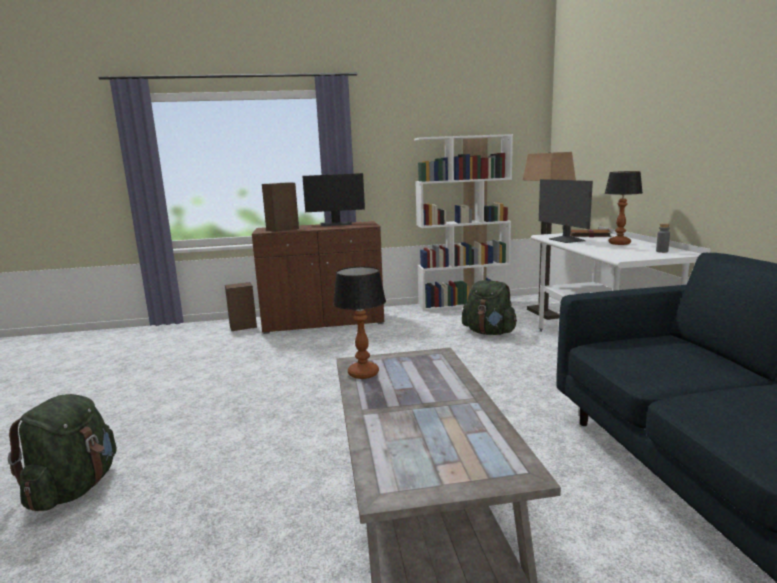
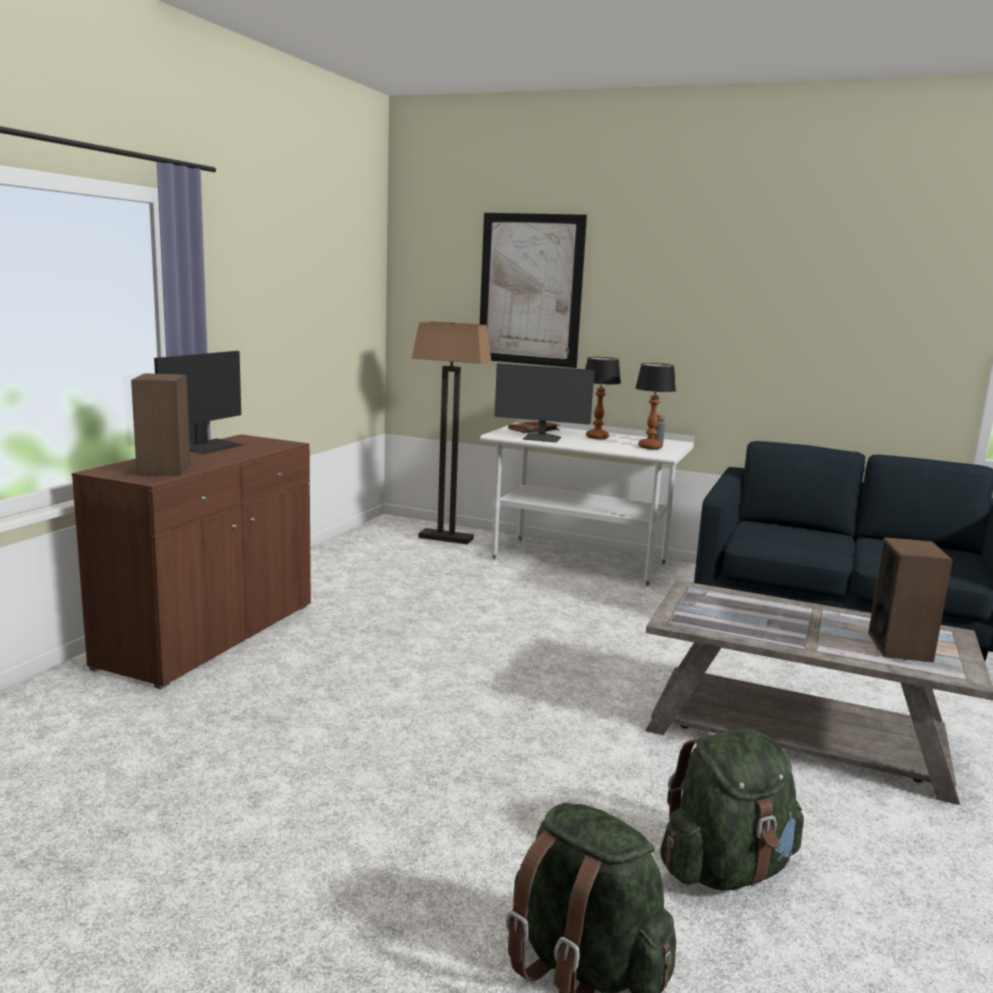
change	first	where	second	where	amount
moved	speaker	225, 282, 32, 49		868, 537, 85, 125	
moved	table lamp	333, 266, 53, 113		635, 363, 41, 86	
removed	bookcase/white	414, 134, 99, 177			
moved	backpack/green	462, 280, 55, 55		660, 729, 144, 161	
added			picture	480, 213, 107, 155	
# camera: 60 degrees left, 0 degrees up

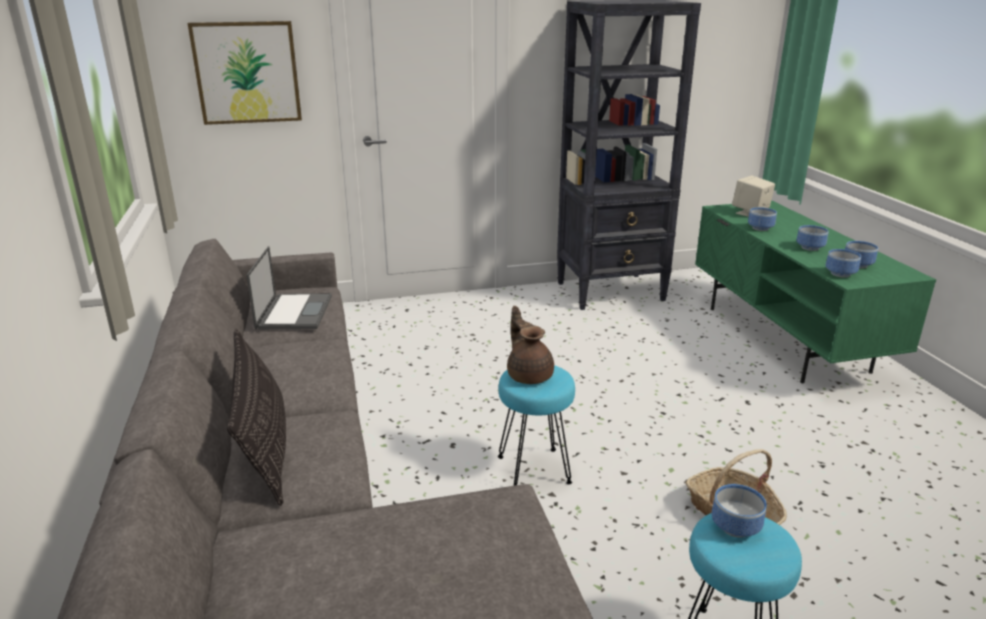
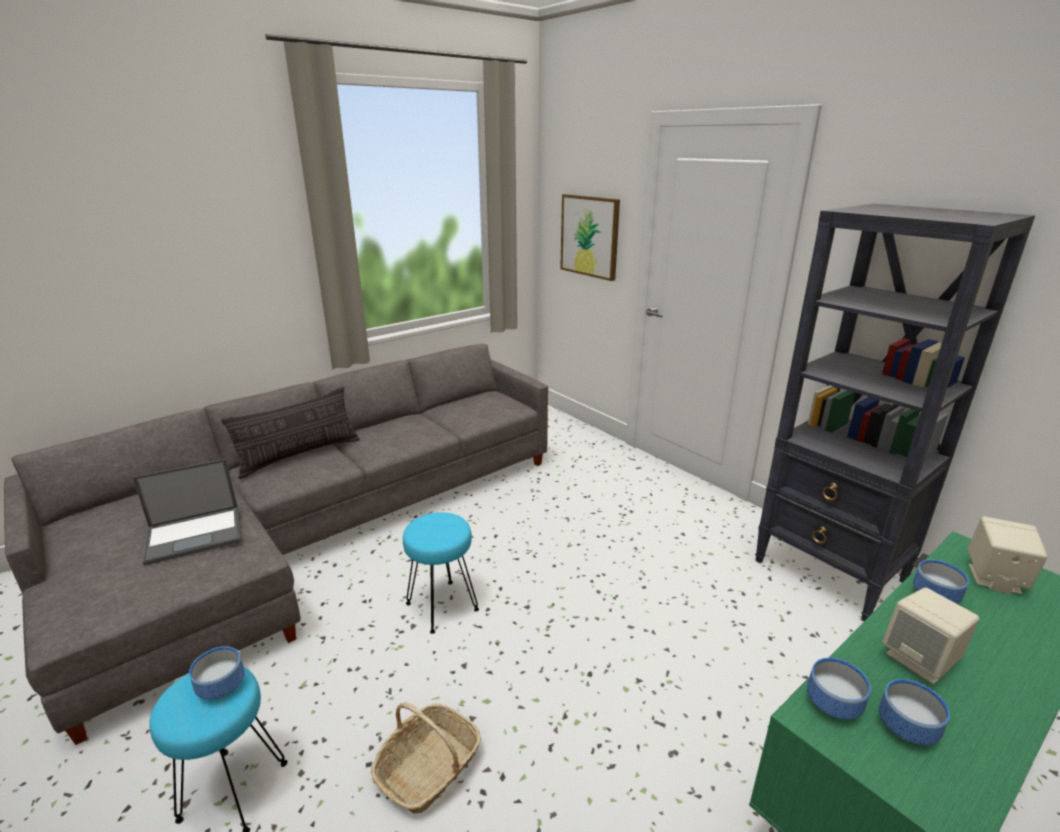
change	first	where	second	where	amount
moved	laptop	247, 246, 85, 83		132, 459, 109, 107	
removed	teapot/brown	507, 306, 47, 78			
replaced	bowl	797, 225, 32, 26	speaker/beige	882, 588, 98, 97	
# camera: 65 degrees right, 0 degrees up

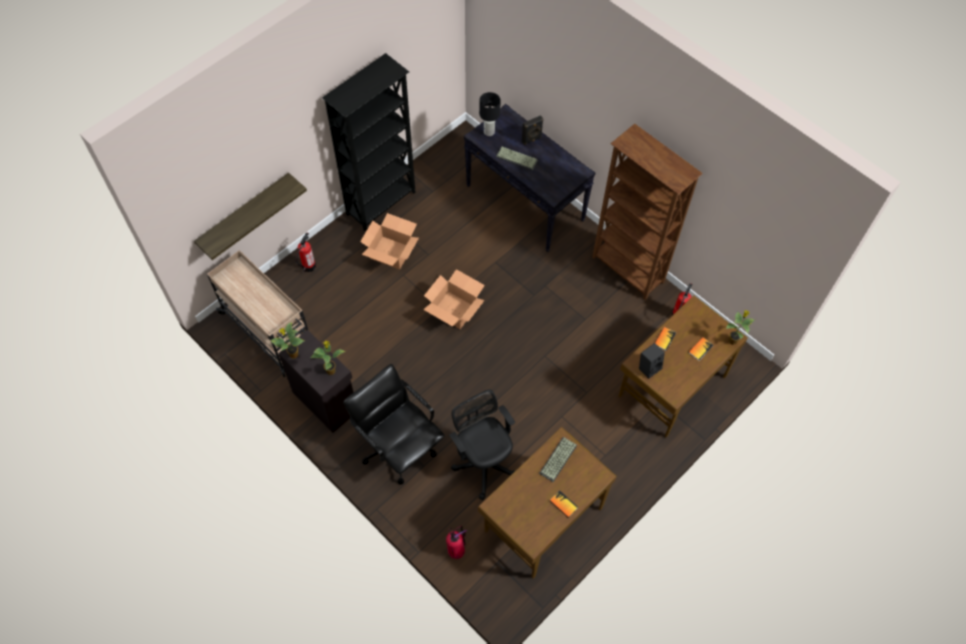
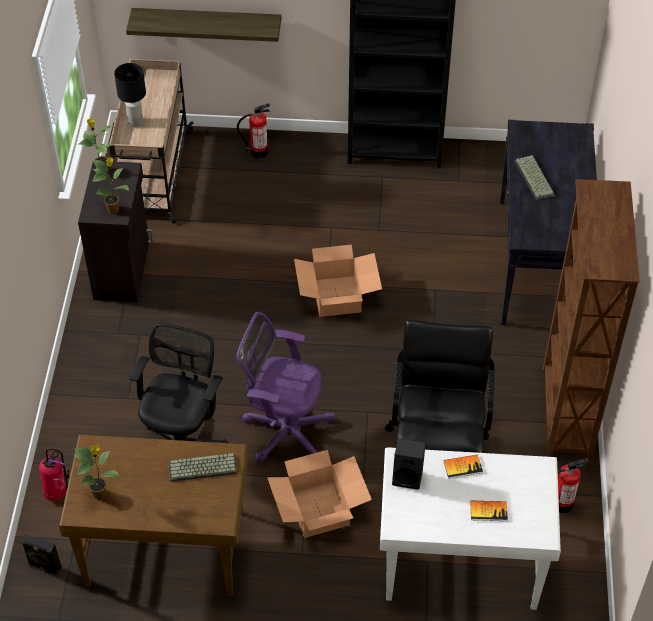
change	first	where	second	where	amount
moved	office chair/black	344, 364, 100, 121		385, 320, 110, 133	
moved	cardboard box	360, 213, 59, 57		267, 450, 105, 88	
moved	table lamp/black	479, 92, 22, 44		114, 63, 32, 64	
moved	speaker/black	522, 115, 22, 30		21, 534, 40, 40	
removed	book	550, 490, 28, 28			
recoloured	desk/brown	618, 296, 130, 141	desk/white	380, 447, 181, 163	
moved	potted plant	726, 310, 29, 35		74, 444, 46, 56	
added			office chair/purple	237, 312, 98, 150	
# camera: 50 degrees right, 10 degrees down

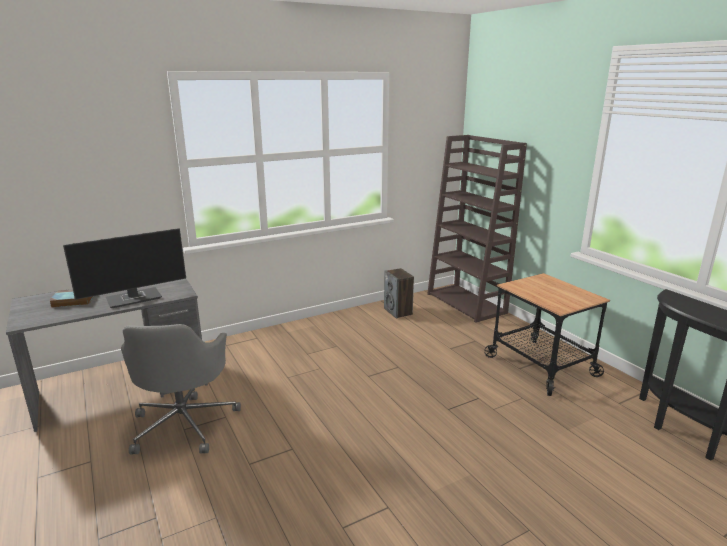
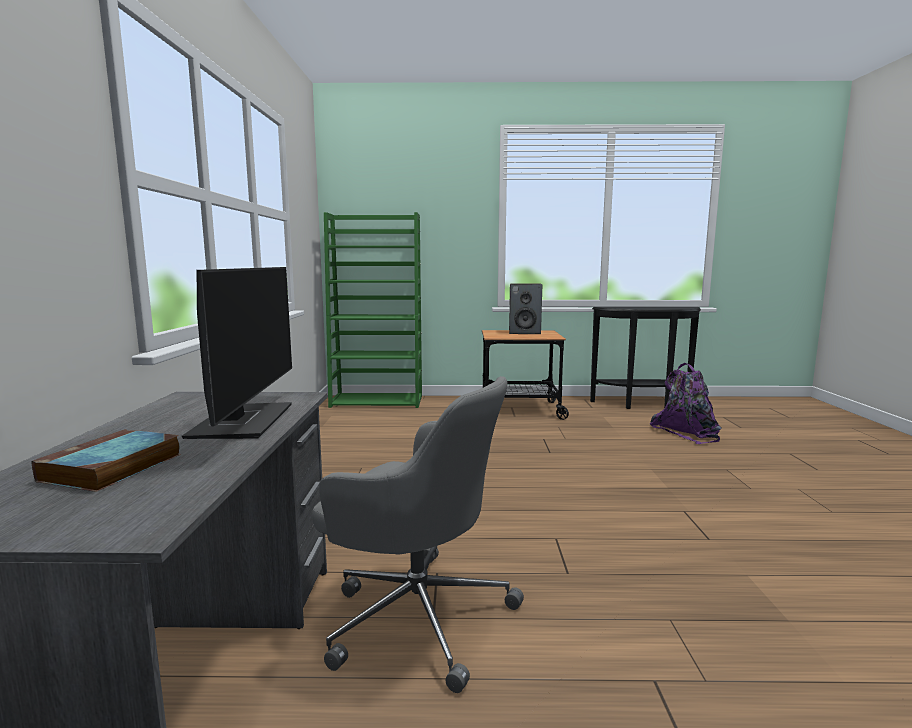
change	first	where	second	where	amount
moved	speaker	384, 268, 30, 50		509, 283, 33, 51	
recoloured	bookcase/brown	427, 135, 100, 188	bookcase/green	324, 212, 98, 196	
added			backpack/purple	650, 363, 72, 81	
# camera: 60 degrees left, 10 degrees down

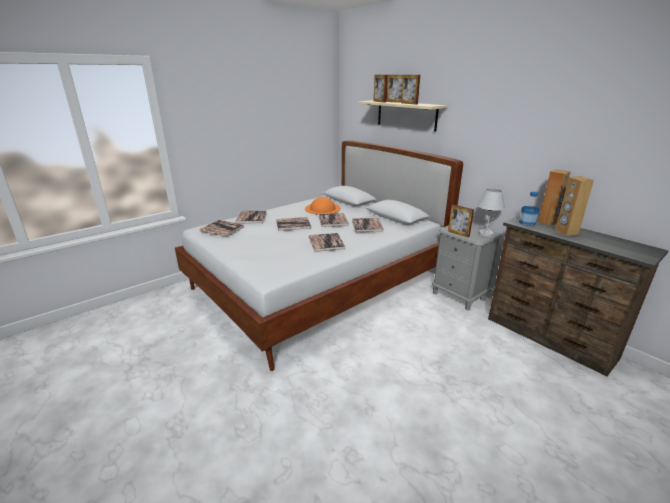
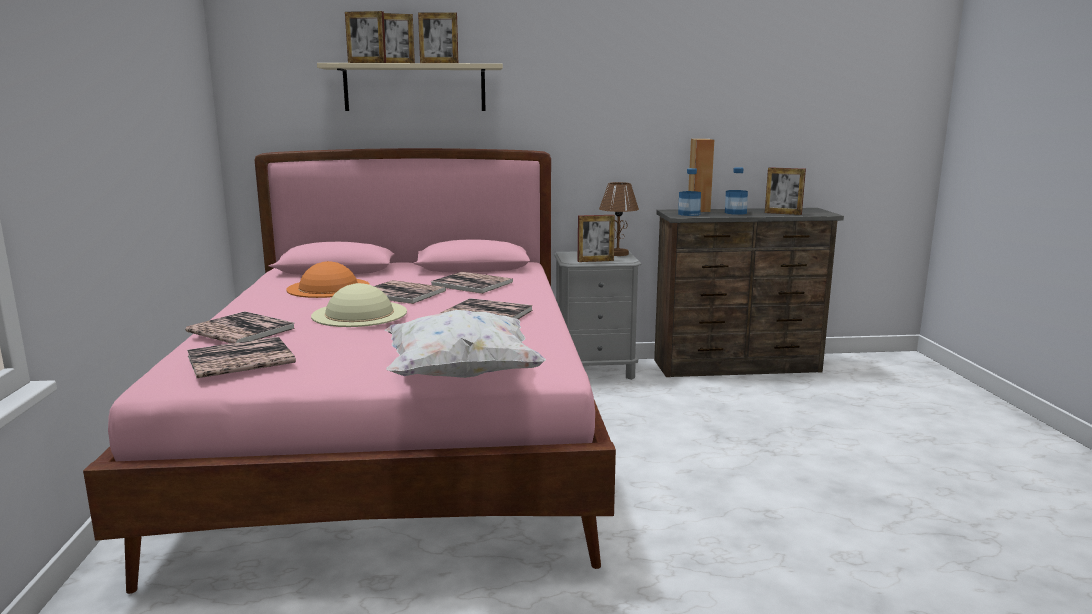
change	first	where	second	where	amount
recoloured	bed/white	175, 140, 288, 231	bed/pink	83, 148, 533, 446	
replaced	book	276, 217, 35, 14	hat/beige	311, 283, 96, 44	
recoloured	table lamp/white	477, 188, 28, 49	table lamp/brown	599, 182, 40, 74	
replaced	speaker/brown	555, 176, 39, 60	bottle	725, 167, 23, 48	
added			pillow/white	384, 310, 162, 68	
added			picture frame	765, 167, 41, 48	
# camera: 55 degrees left, 10 degrees down

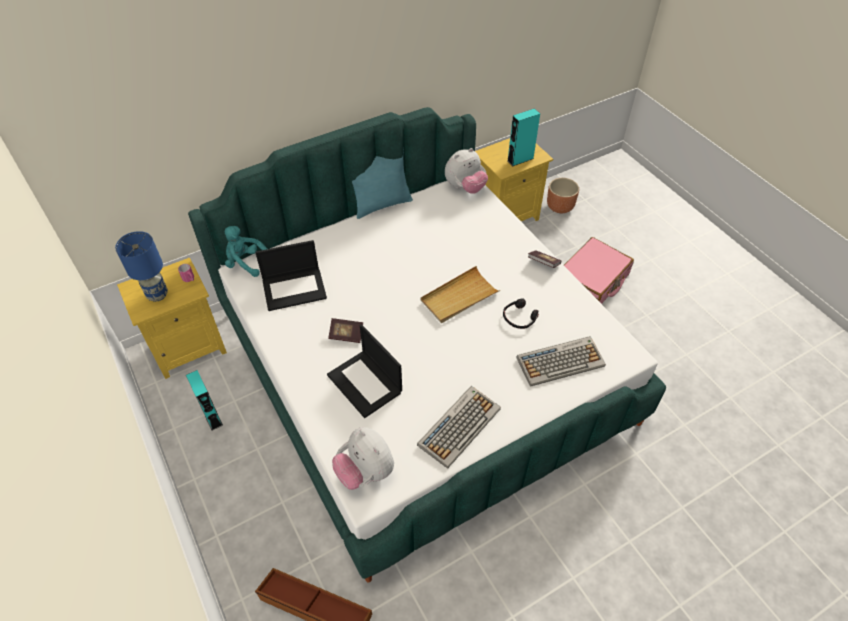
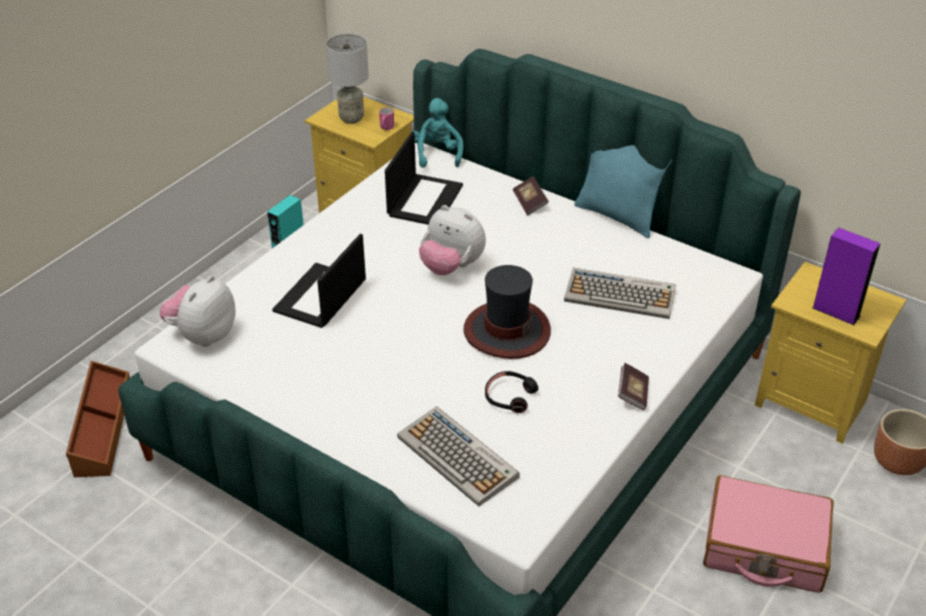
change	first	where	second	where	amount
recoloured	table lamp/blue	115, 231, 53, 71	table lamp/grey	326, 33, 43, 91	
turned	laptop	255, 240, 72, 71		385, 132, 78, 93	120 degrees counterclockwise
moved	book	328, 318, 35, 25		513, 176, 36, 39	
moved	keyboard	417, 386, 84, 83		564, 268, 112, 51	
replaced	tray/beige	420, 266, 80, 57	hat	463, 265, 88, 94	
moved	plush toy	445, 148, 43, 46		419, 205, 67, 70	
recoloured	speaker/turquoise	508, 108, 32, 59	speaker/purple	812, 227, 69, 98	
# camera: 65 degrees right, 10 degrees down

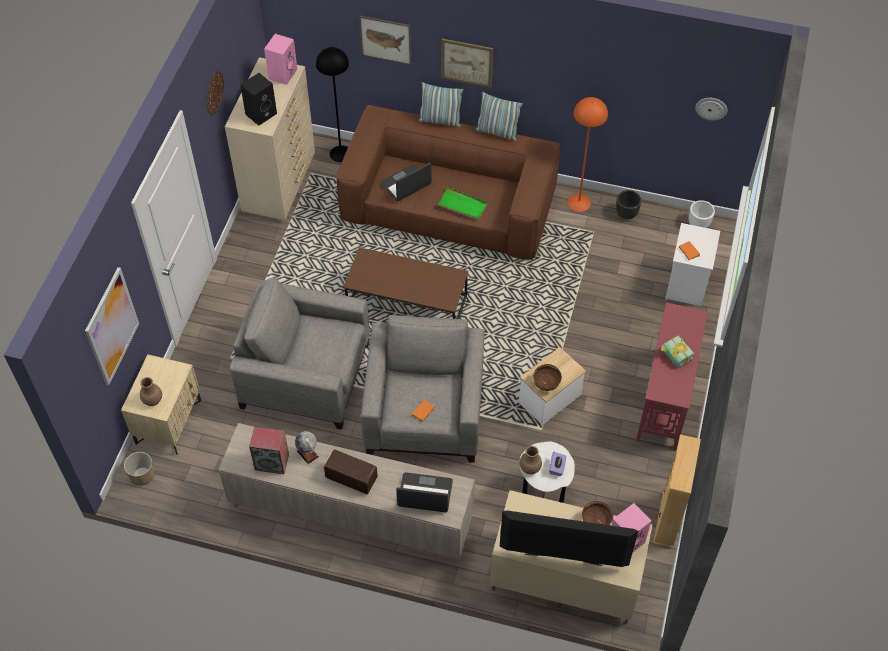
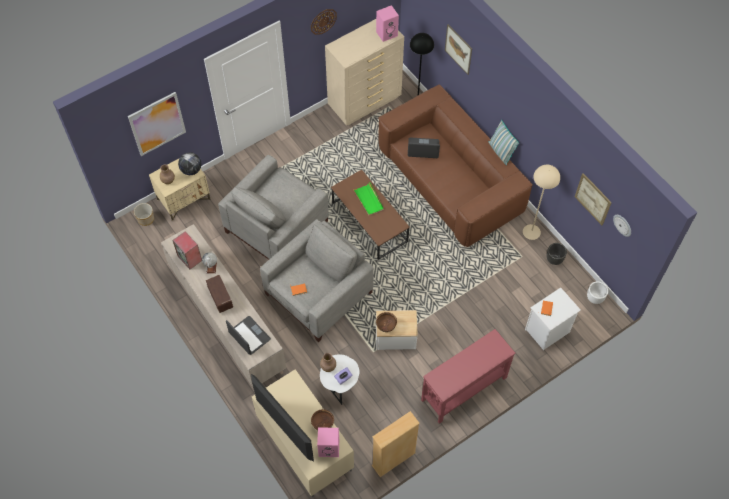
change	first	where	second	where	amount
turned	armchair/grey	230, 278, 140, 152		218, 155, 111, 105	105 degrees counterclockwise
removed	speaker/black	240, 73, 37, 53			
removed	pillow	418, 82, 46, 45			
moved	tray/green	436, 187, 51, 33		353, 183, 31, 33	
moved	picture	441, 39, 52, 49		575, 173, 37, 52	
recoloured	floor lamp/orange	568, 97, 40, 115	floor lamp/beige	523, 165, 37, 75	
removed	book	661, 336, 33, 32			
added			globe	178, 152, 24, 23	
# camera: 40 degrees right, 5 degrees up

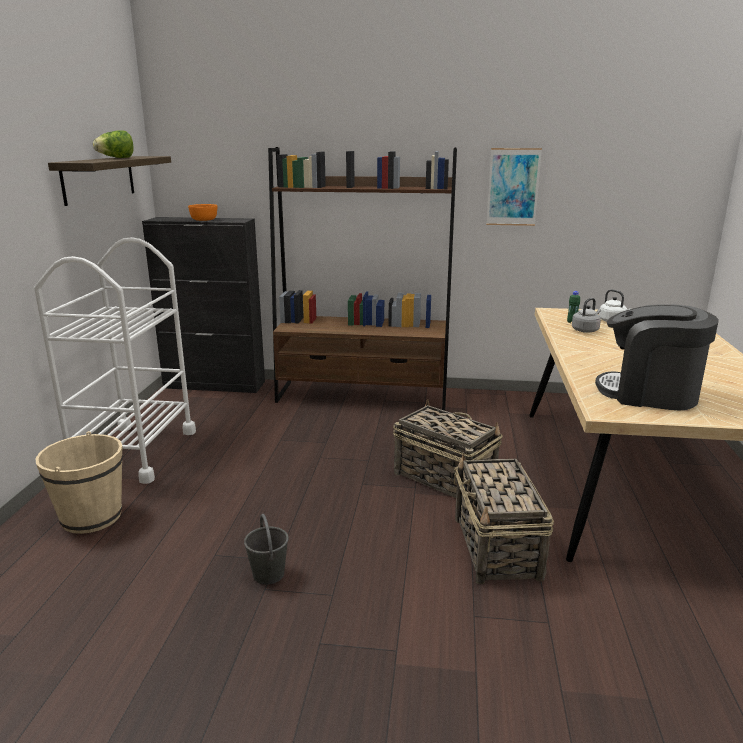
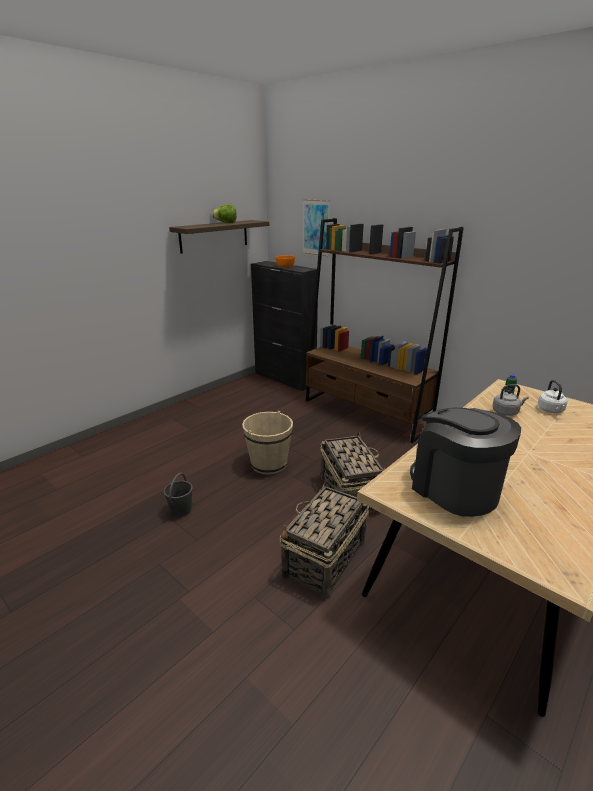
change	first	where	second	where	amount
removed	cart/white	34, 237, 162, 247			
moved	bucket/beige	35, 431, 88, 103		242, 411, 51, 63	
moved	picture	486, 148, 56, 78		302, 199, 28, 57	
# camera: 35 degrees right, 5 degrees up

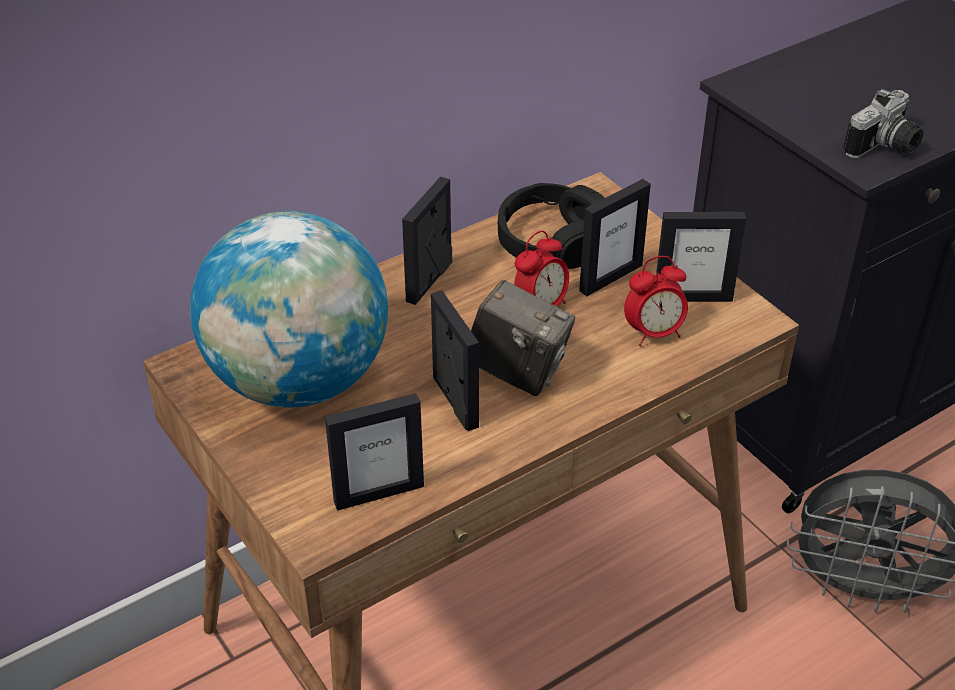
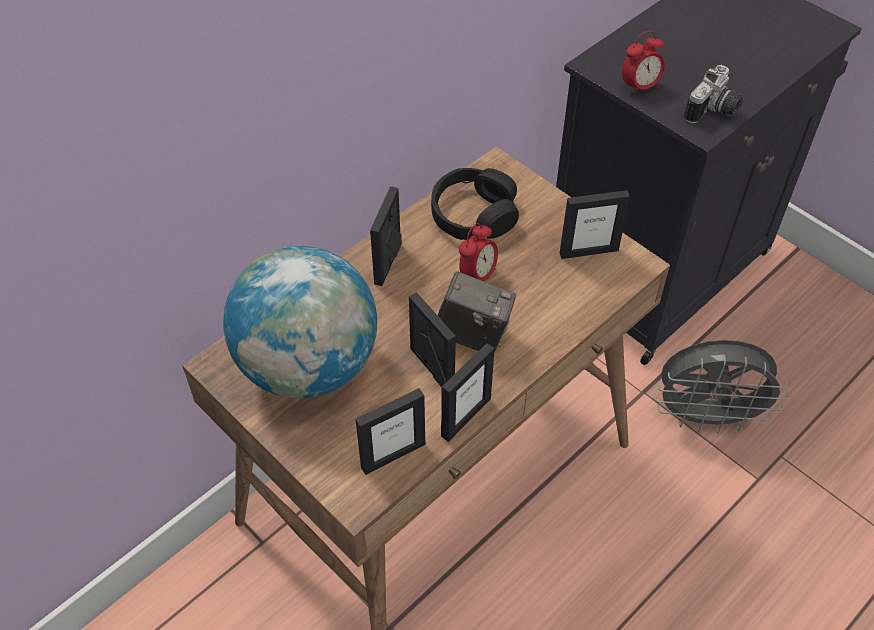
change	first	where	second	where	amount
moved	picture frame	579, 179, 72, 117		441, 343, 54, 99	
moved	alarm clock	624, 256, 64, 90		622, 31, 43, 66	
# camera: 10 degrees left, 10 degrees up

